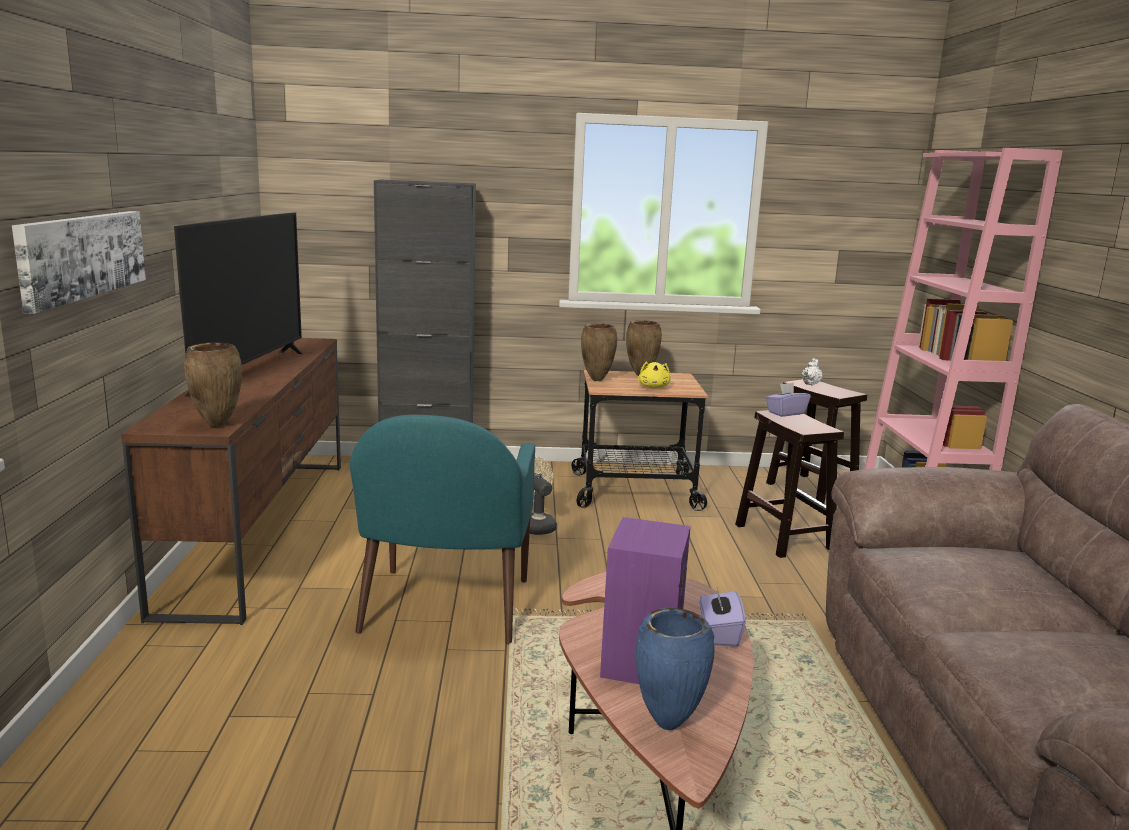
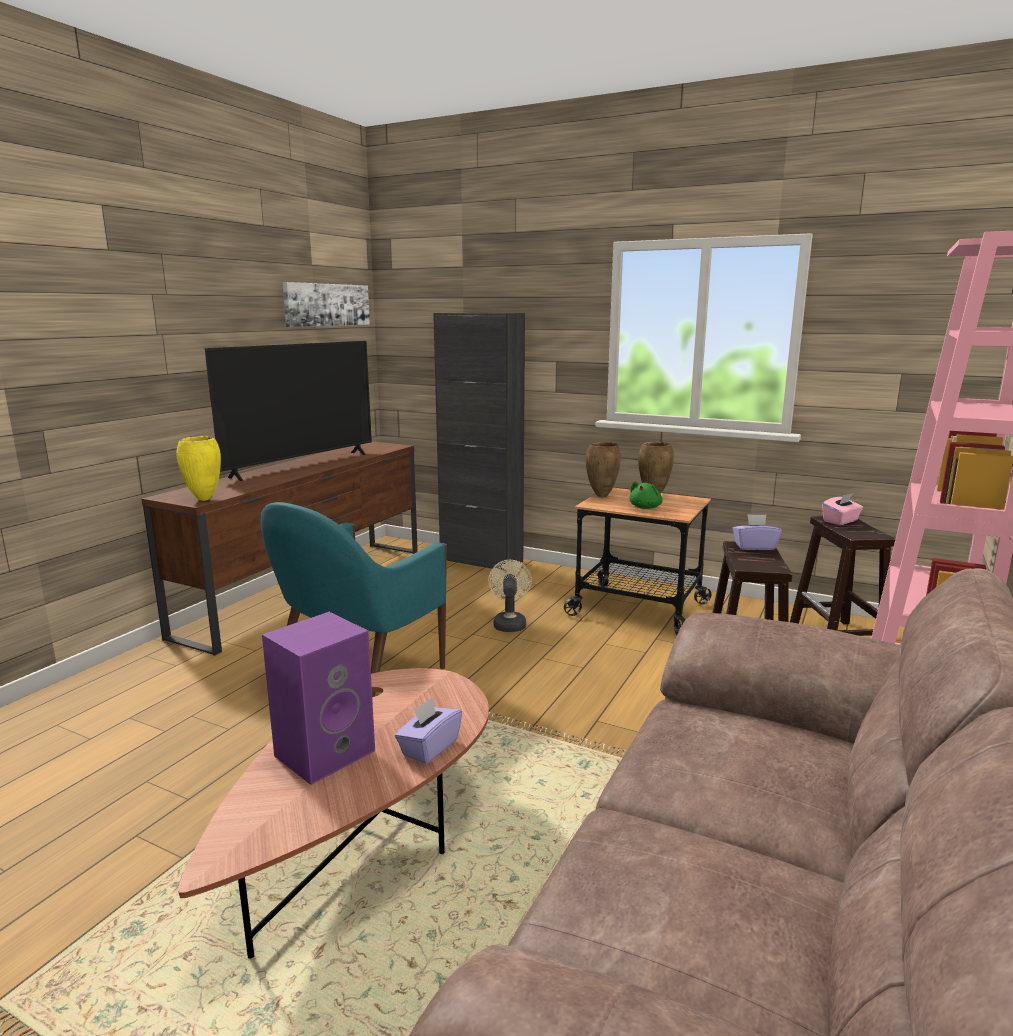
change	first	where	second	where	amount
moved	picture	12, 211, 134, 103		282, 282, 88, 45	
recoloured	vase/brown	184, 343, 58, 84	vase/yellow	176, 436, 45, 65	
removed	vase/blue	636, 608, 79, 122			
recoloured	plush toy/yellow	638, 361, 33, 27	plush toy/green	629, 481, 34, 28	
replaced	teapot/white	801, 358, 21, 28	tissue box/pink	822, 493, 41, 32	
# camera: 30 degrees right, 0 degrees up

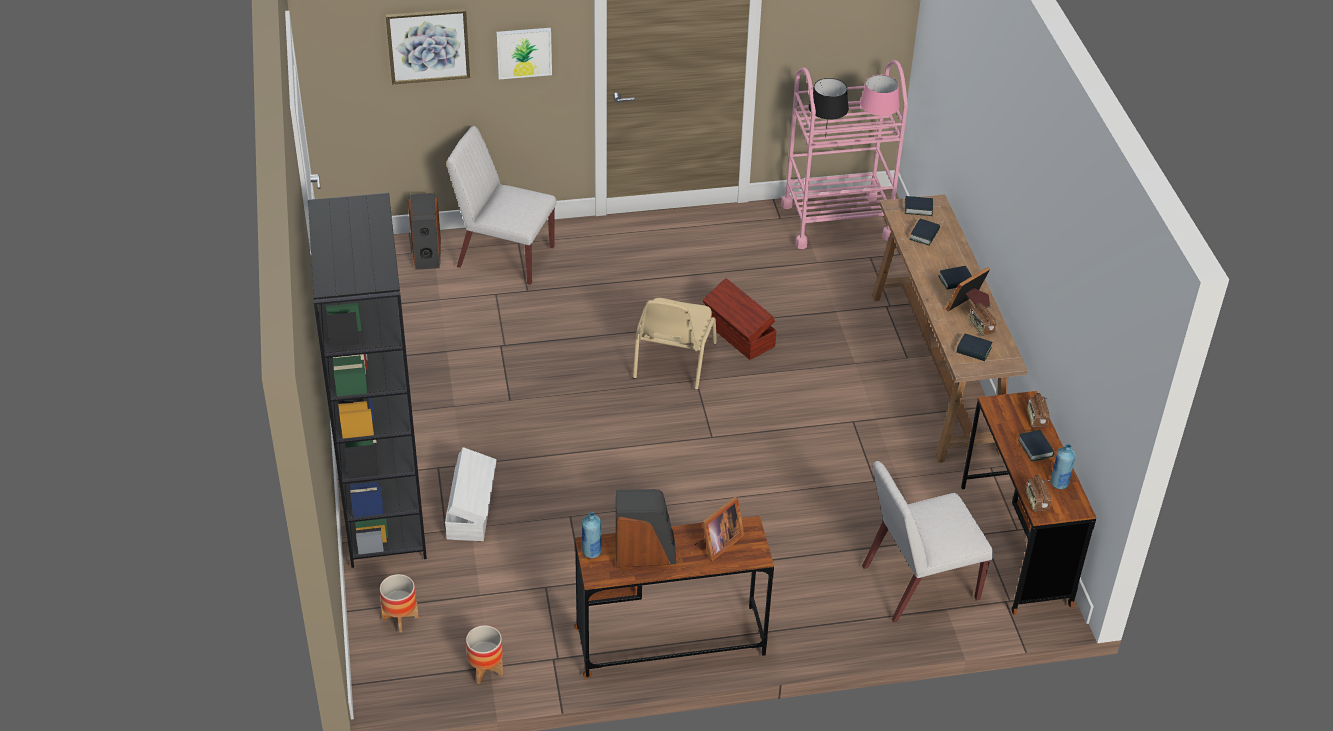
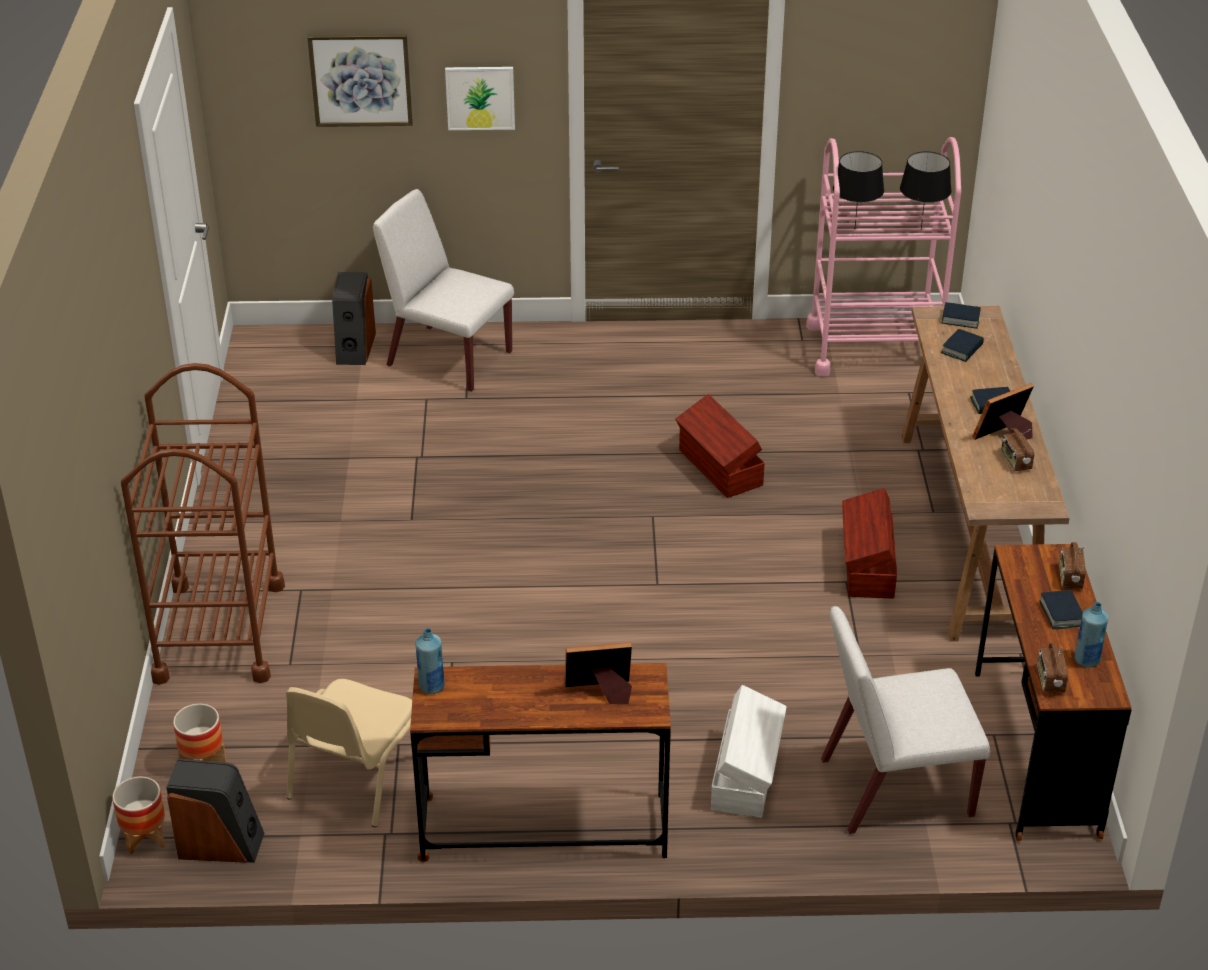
change	first	where	second	where	amount
replaced	bookcase/black	308, 193, 119, 375	cart/brown	121, 363, 164, 322	
moved	storage box/white	445, 447, 52, 94		711, 685, 76, 133	
moved	planter	466, 625, 37, 59		112, 777, 53, 78	
moved	speaker	616, 489, 60, 79		166, 758, 98, 105	
moved	chair/beige	633, 298, 84, 92		286, 679, 126, 148	
turned	picture frame	694, 497, 51, 64		565, 642, 67, 62	150 degrees counterclockwise
recoloured	table lamp/pink	860, 75, 40, 58	table lamp/black	900, 152, 52, 78	
removed	book	956, 334, 37, 27			
added			storage box/brown	842, 488, 55, 110	
# camera: 10 degrees right, 5 degrees down

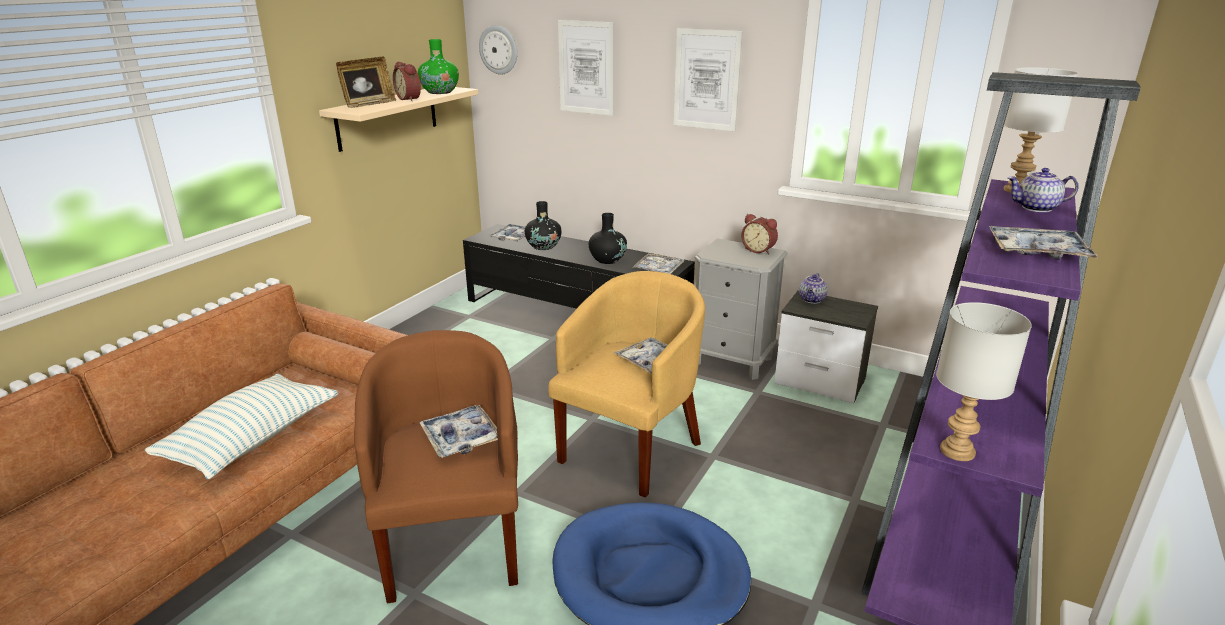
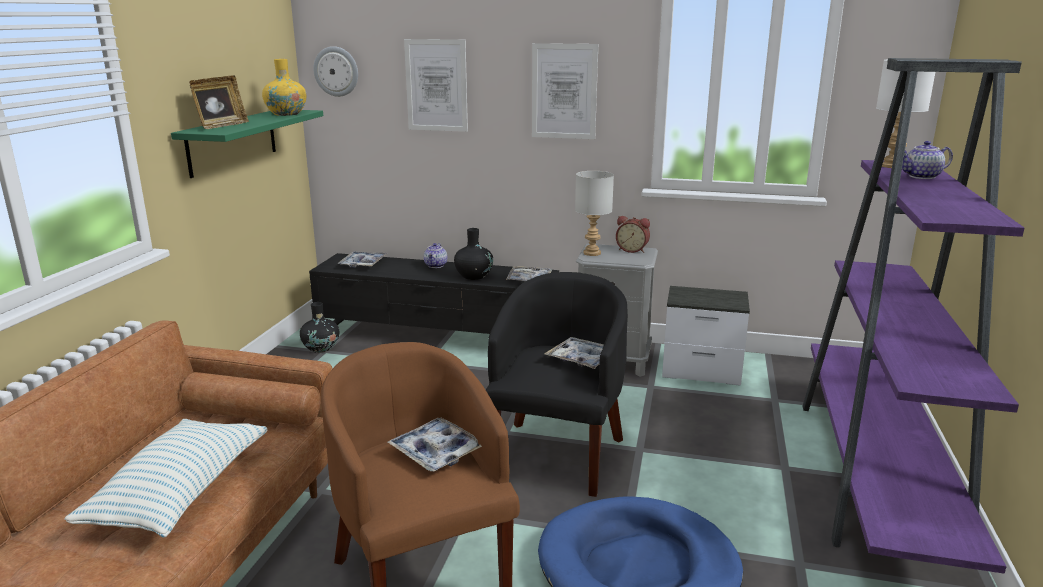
change	first	where	second	where	amount
recoloured	shelf/beige	319, 87, 159, 65	shelf/green	171, 110, 152, 68	
removed	alarm clock	393, 62, 28, 39			
recoloured	vase/green	418, 39, 41, 55	vase/yellow	262, 59, 44, 57	
moved	vase/black	525, 201, 37, 49		300, 302, 39, 51	
recoloured	armchair/yellow	548, 271, 157, 227	armchair/black	486, 272, 142, 225	
moved	teapot	799, 273, 29, 31		424, 243, 23, 25	
moved	table lamp/grey	936, 302, 96, 159		575, 171, 39, 85	
removed	tray	989, 226, 109, 34			
# camera: 15 degrees left, 5 degrees down

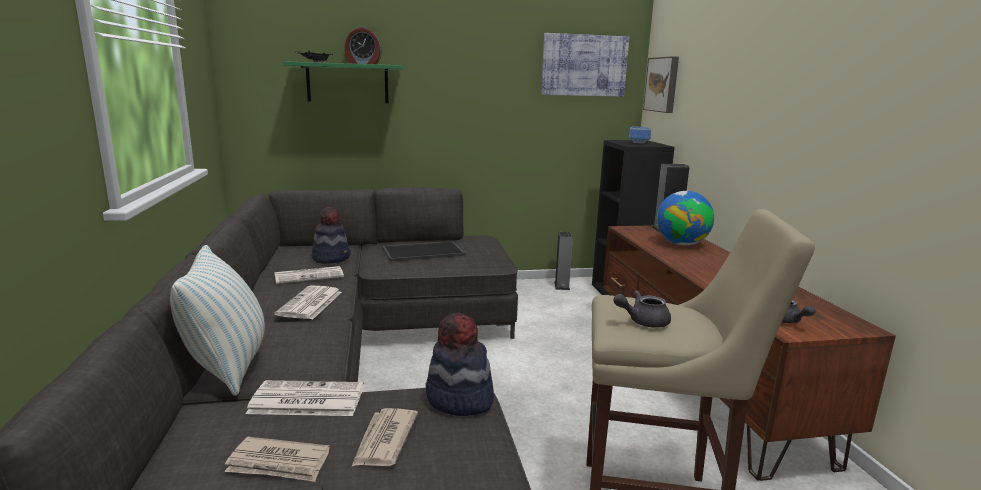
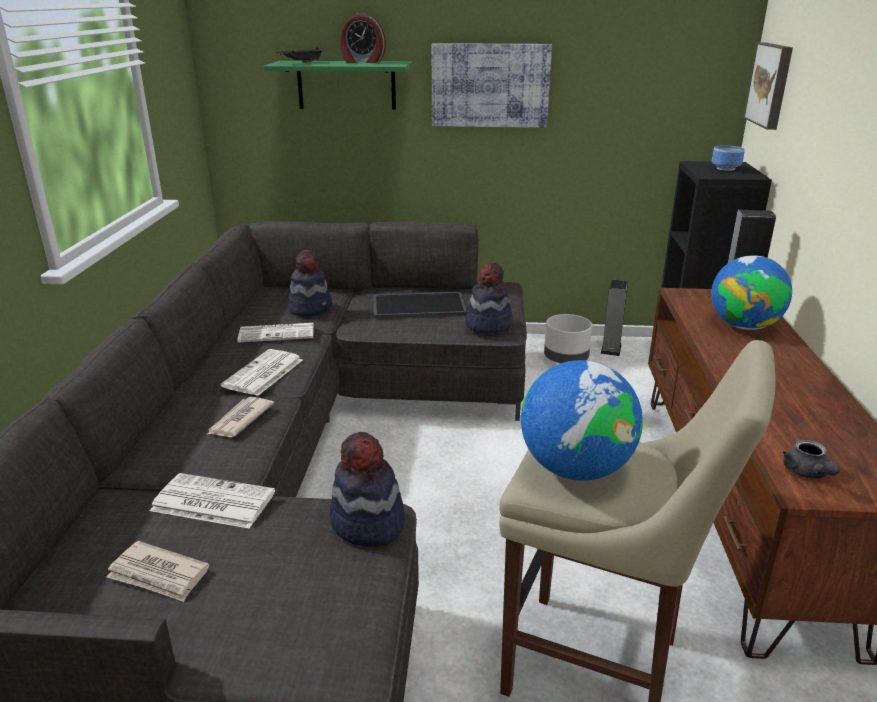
change	first	where	second	where	amount
removed	pillow	170, 245, 95, 151			
moved	newspaper	352, 408, 66, 58		206, 397, 68, 40	
moved	picture	541, 33, 88, 64		432, 43, 120, 85	
replaced	teapot/grey	613, 290, 58, 38	globe	521, 360, 122, 121	
added			hat	466, 263, 47, 70	
added			planter/grey	544, 314, 48, 50	
# camera: 15 degrees right, 10 degrees up

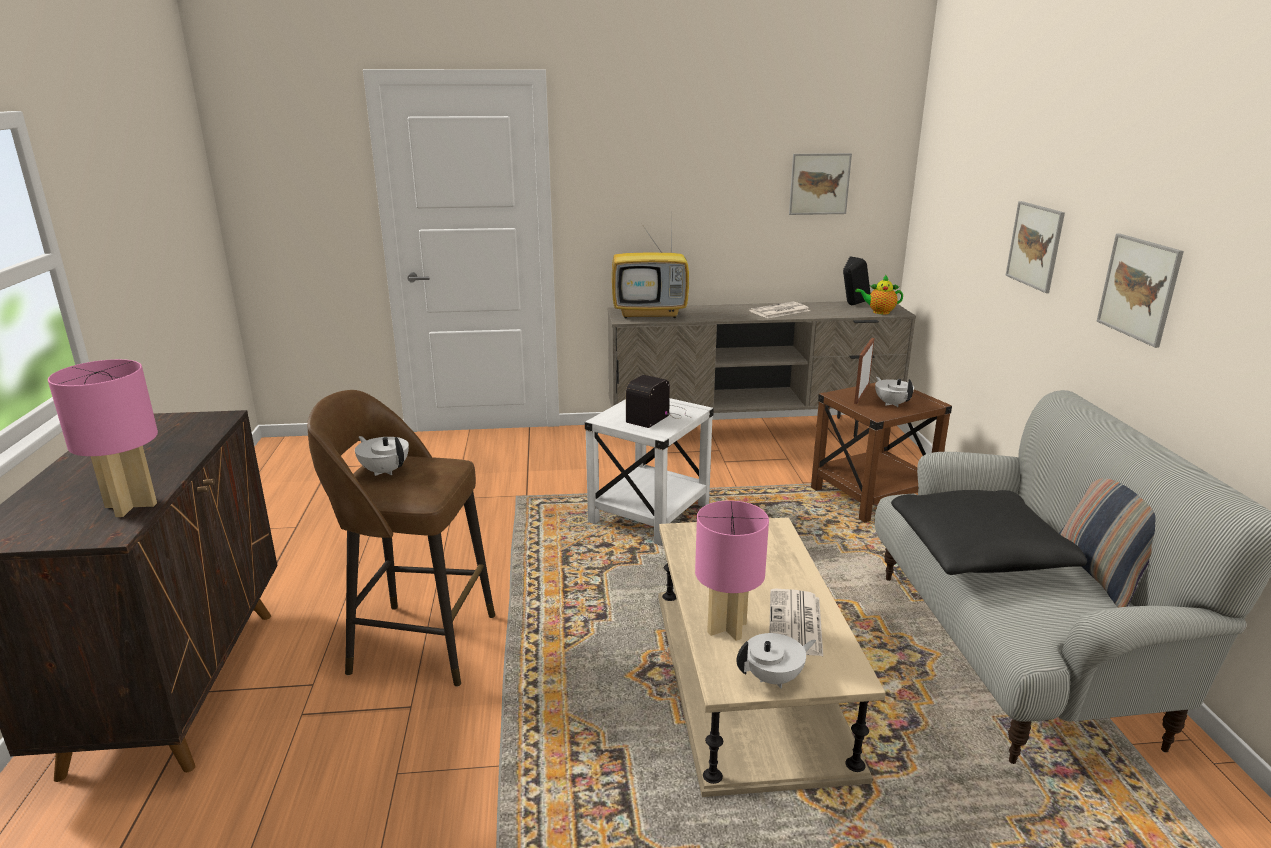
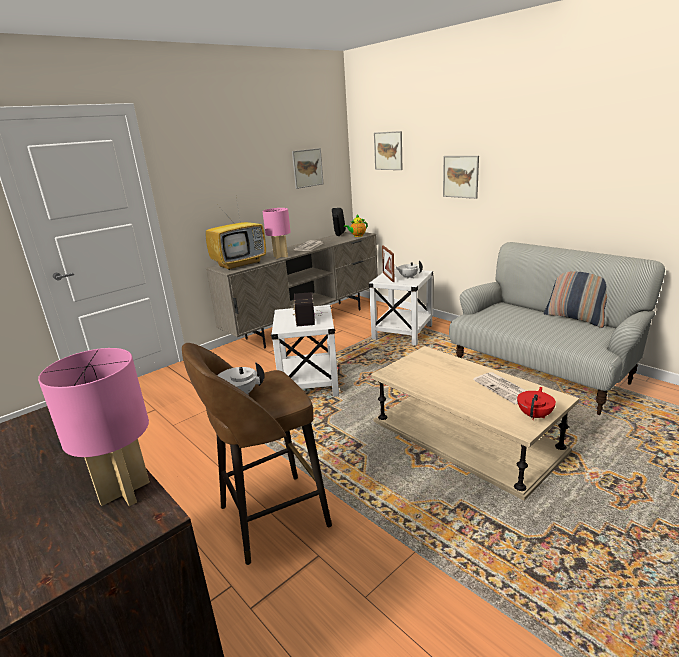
change	first	where	second	where	amount
moved	table lamp/pink	695, 500, 74, 141		262, 208, 29, 51	
recoloured	teapot/white	736, 633, 80, 56	teapot/red	517, 387, 39, 33	
recoloured	side table/brown	811, 382, 141, 141	side table/white	369, 268, 64, 77	
removed	pillow/black	891, 490, 196, 85			
moved	picture	1097, 234, 87, 114		374, 131, 28, 39	
# camera: 35 degrees left, 0 degrees up

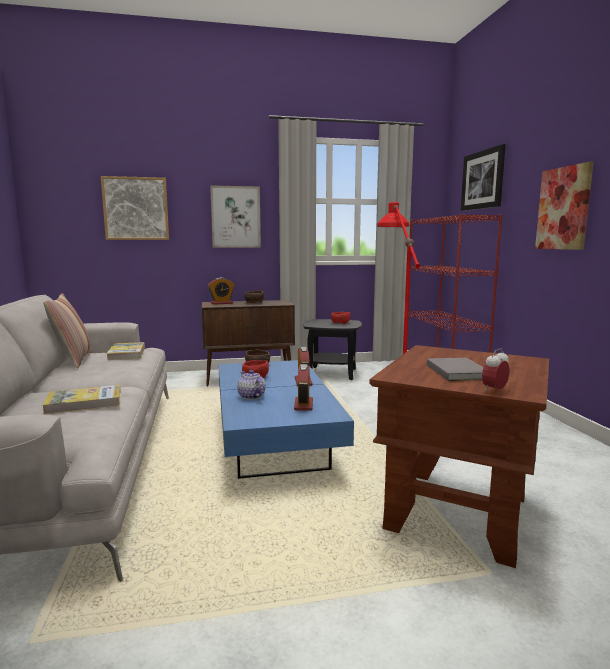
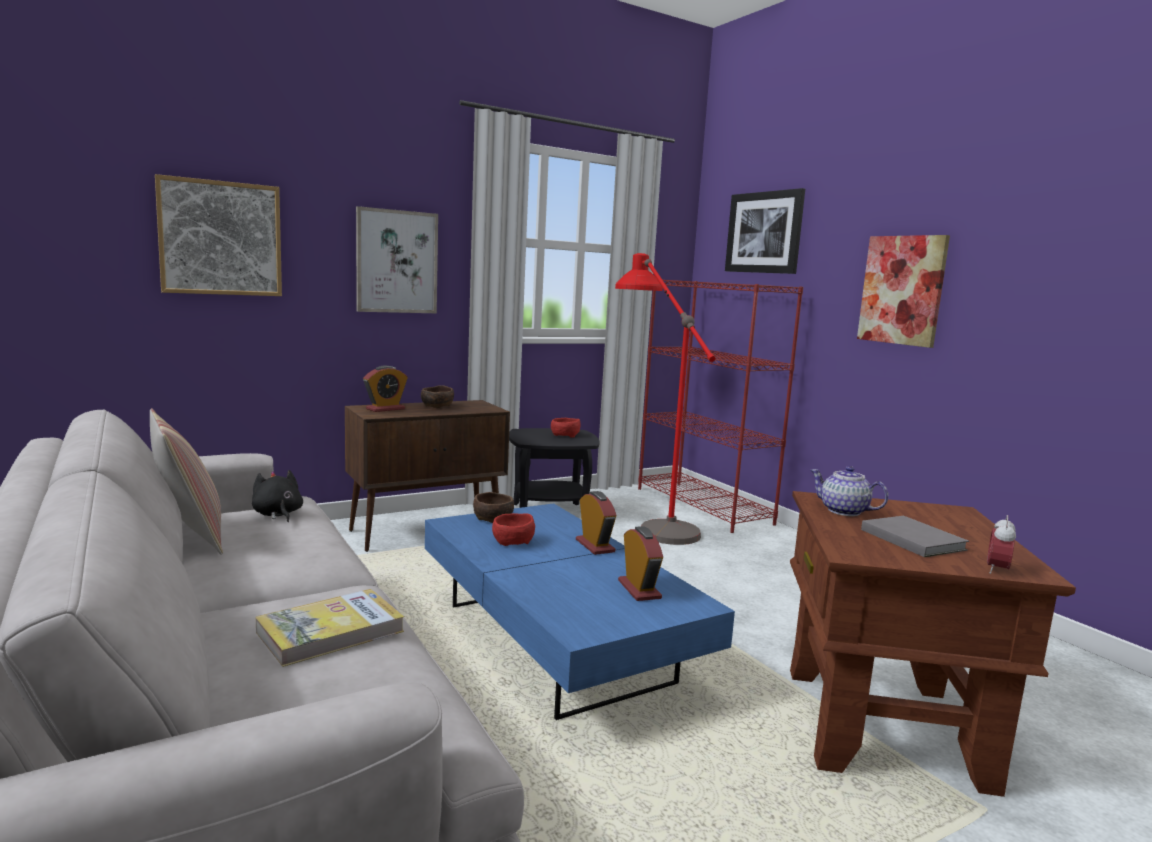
change	first	where	second	where	amount
replaced	book	106, 342, 39, 18	plush toy/black	252, 470, 51, 52	
moved	teapot	237, 370, 29, 30		810, 466, 79, 50	
# camera: 20 degrees left, 0 degrees up

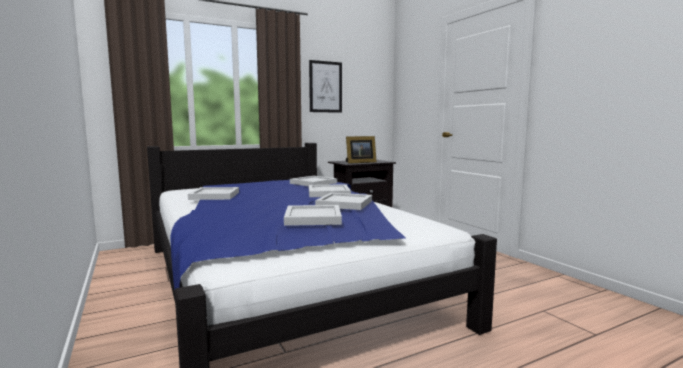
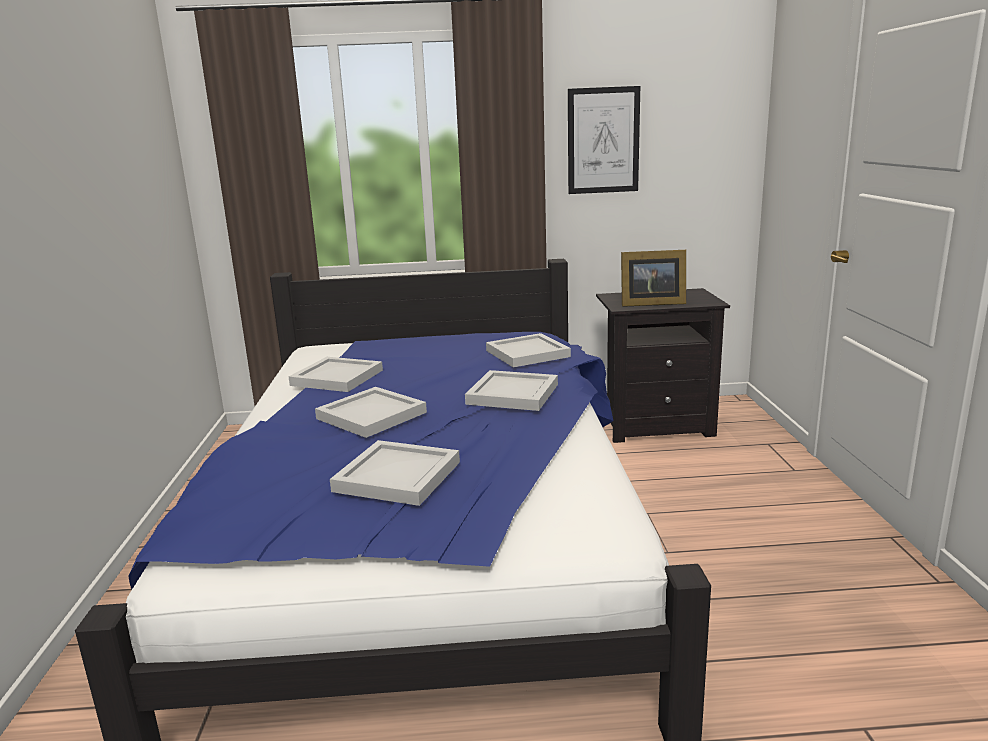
change	first	where	second	where	amount
moved	tray/white	315, 193, 57, 17		315, 387, 112, 51	
# camera: 25 degrees right, 10 degrees up

